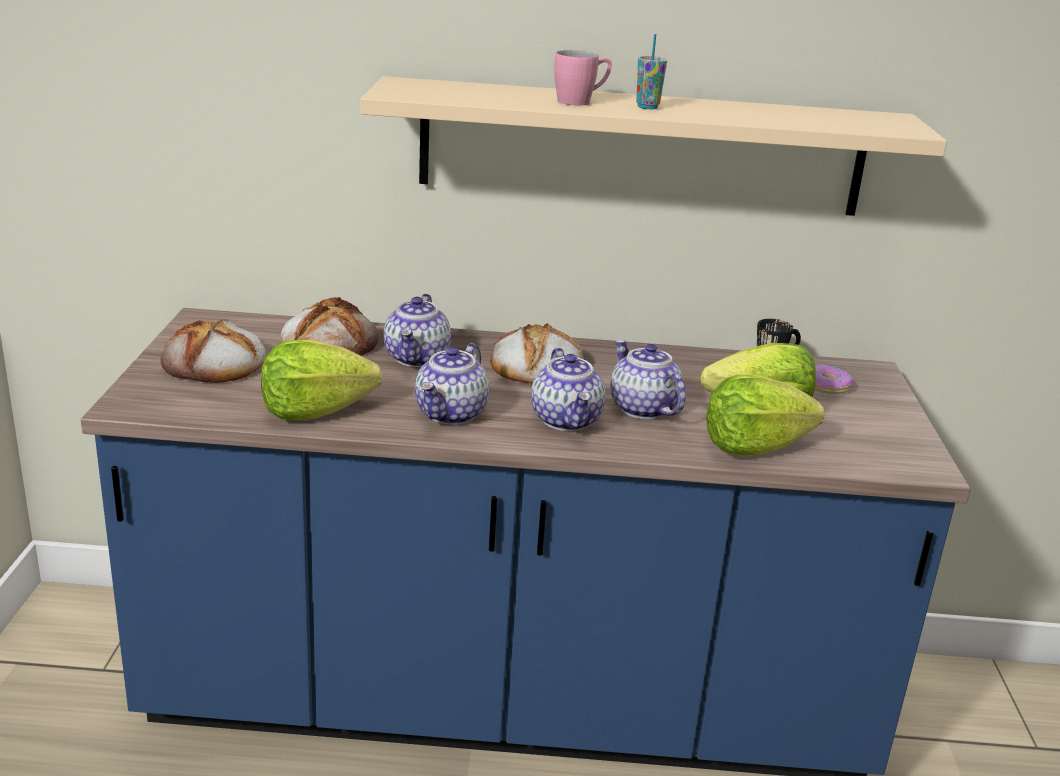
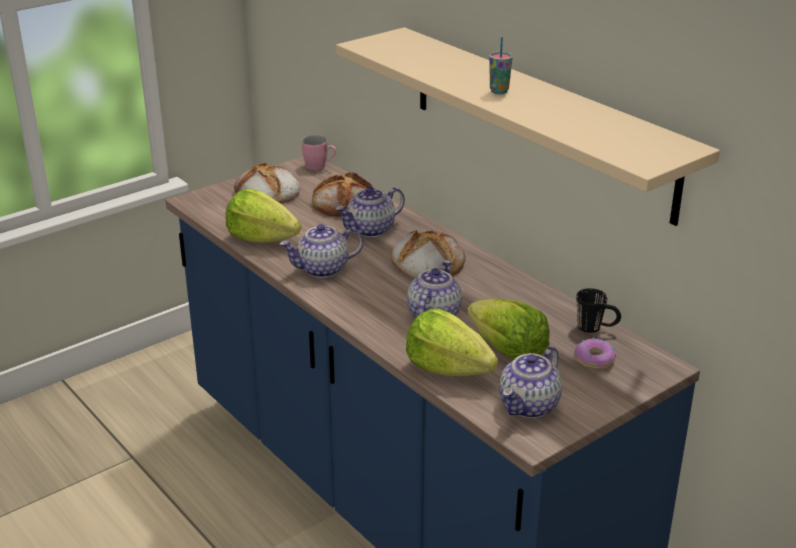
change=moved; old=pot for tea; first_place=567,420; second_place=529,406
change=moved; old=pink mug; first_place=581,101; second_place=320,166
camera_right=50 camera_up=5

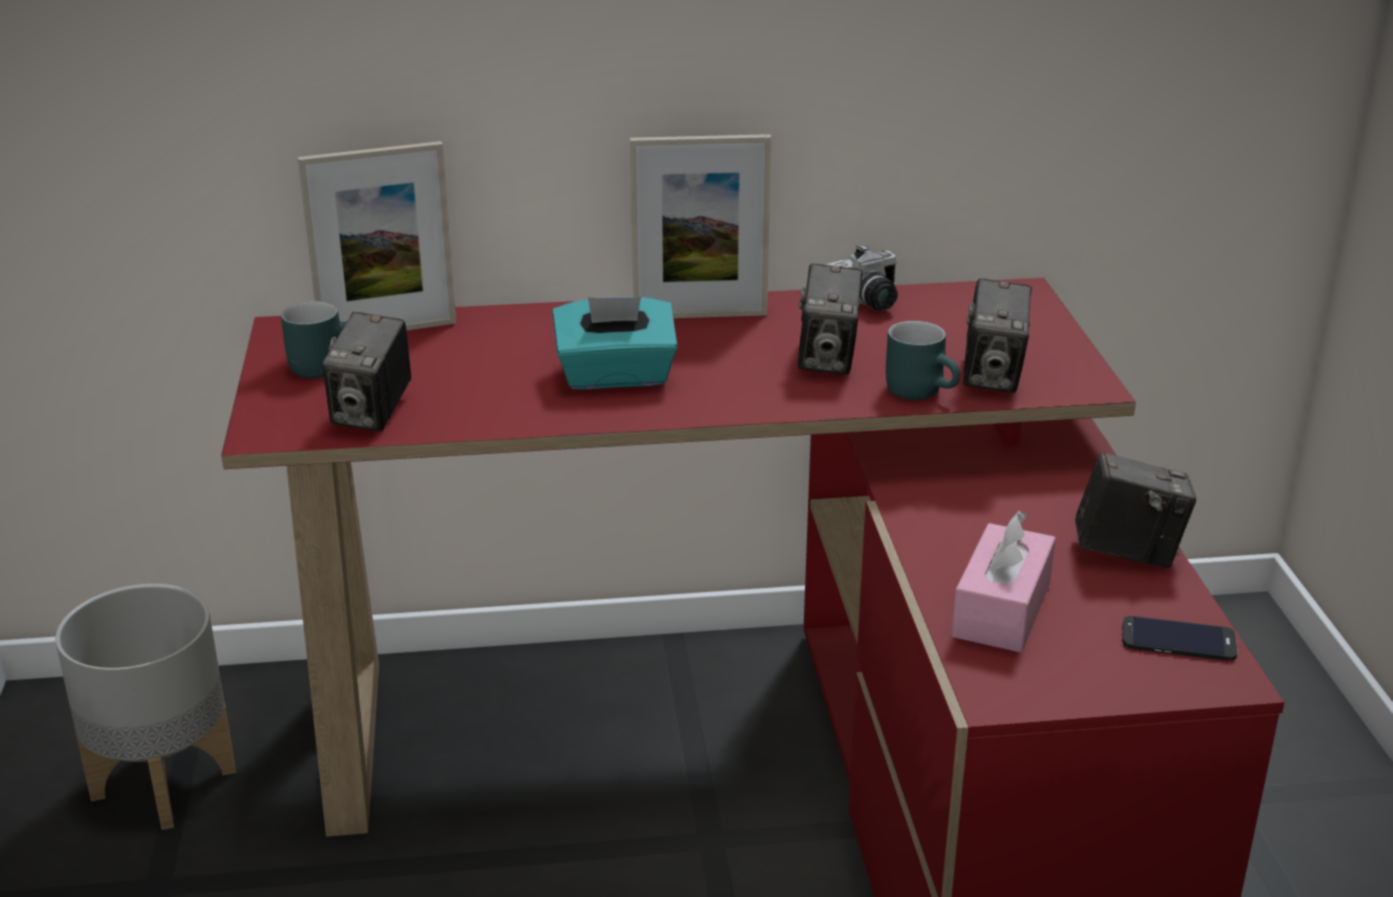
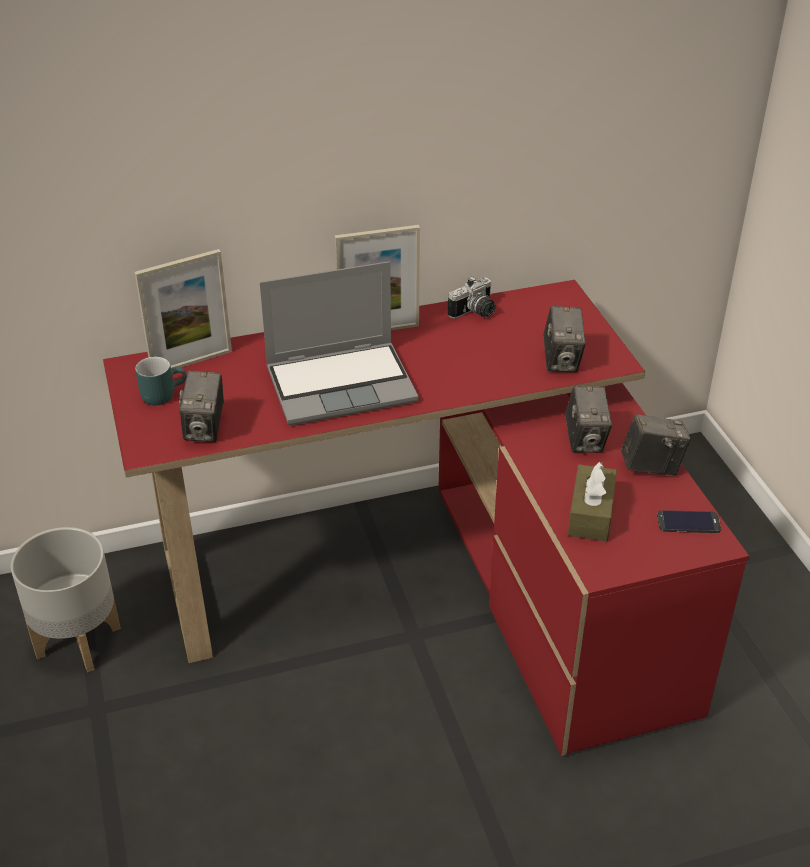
change=removed; old=turquoise mug; first_place=923,391
change=moved; old=still camera; first_place=828,359; second_place=585,440
change=replaced; old=turquoise tissue box; new=notebook computer; first_place=616,376; second_place=342,384
change=recoloured; old=pink tissue box; new=brownish tissue box; first_place=1001,610; second_place=591,514
camera_right=-10 camera_up=10

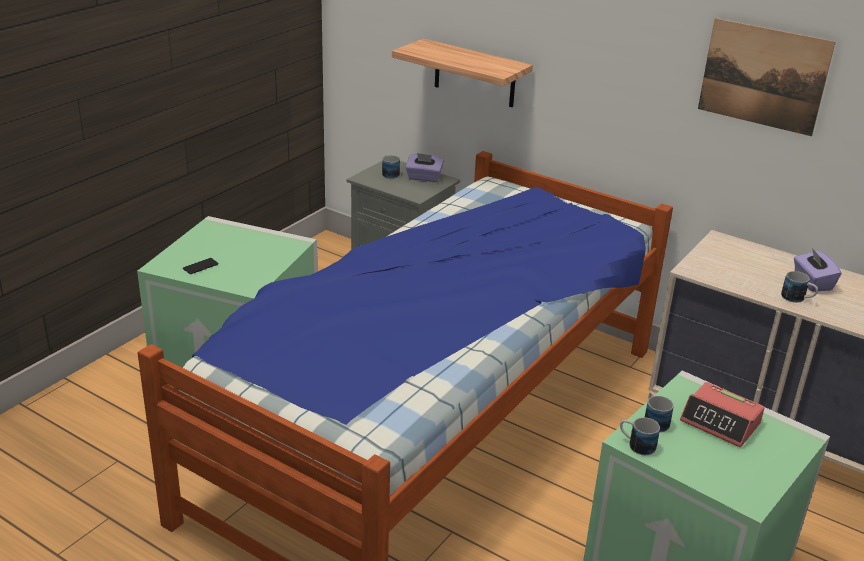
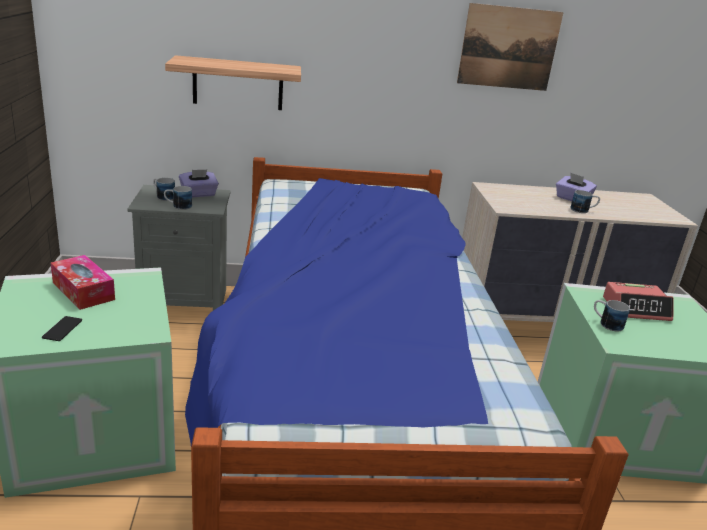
change=added; new=tissue box; second_place=83,291
change=moved; old=mug; first_place=636,445; second_place=178,206
camera_right=-40 camera_up=-5

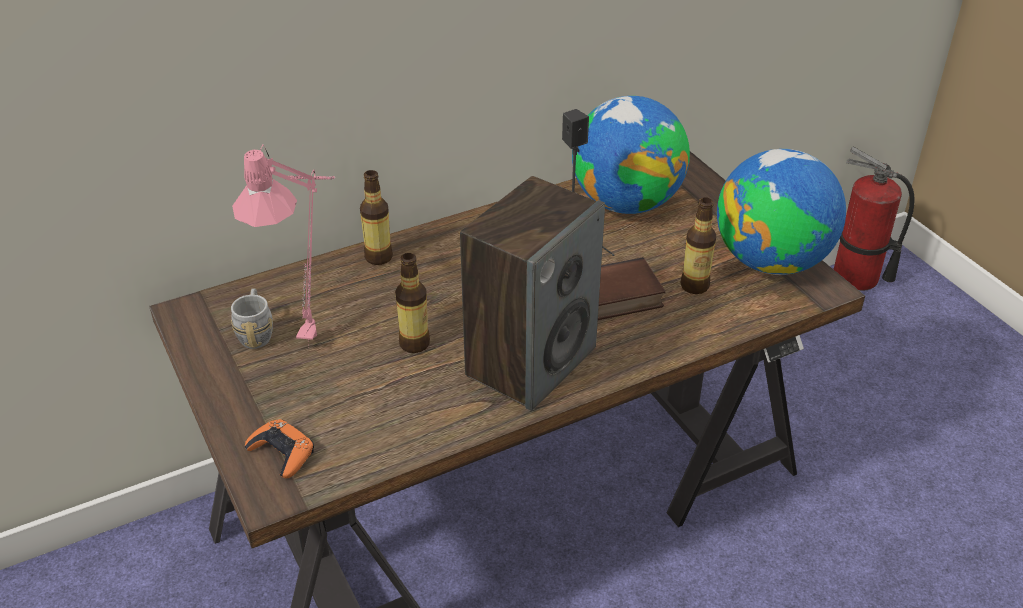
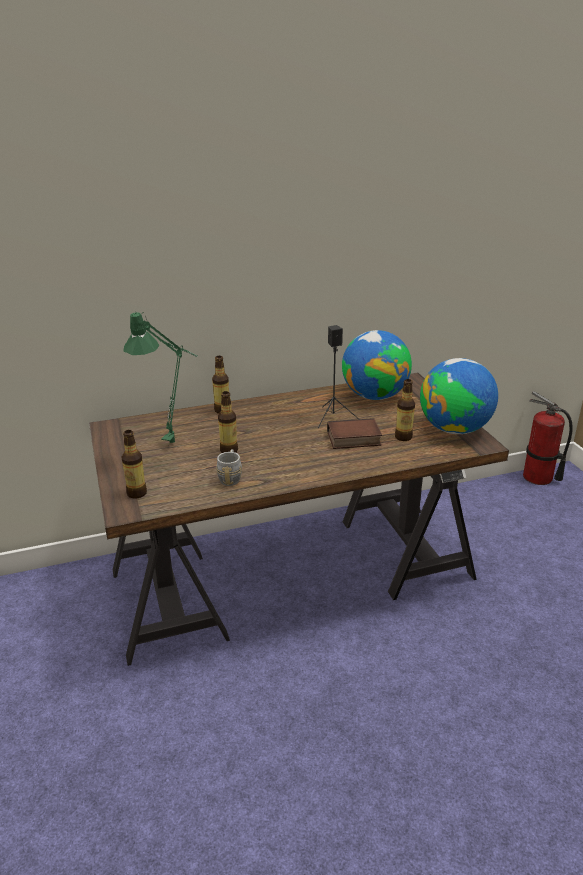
change=removed; old=audio speaker; first_place=531,361
change=moved; old=gray mug; first_place=256,332; second_place=231,477
change=replaced; old=orangey gamepad; new=bottle; first_place=282,453; second_place=137,493
change=recoloured; old=pink tabletop lamp; new=green-coloured tabletop lamp; first_place=316,329; second_place=176,440
camera_right=10 camera_up=-10

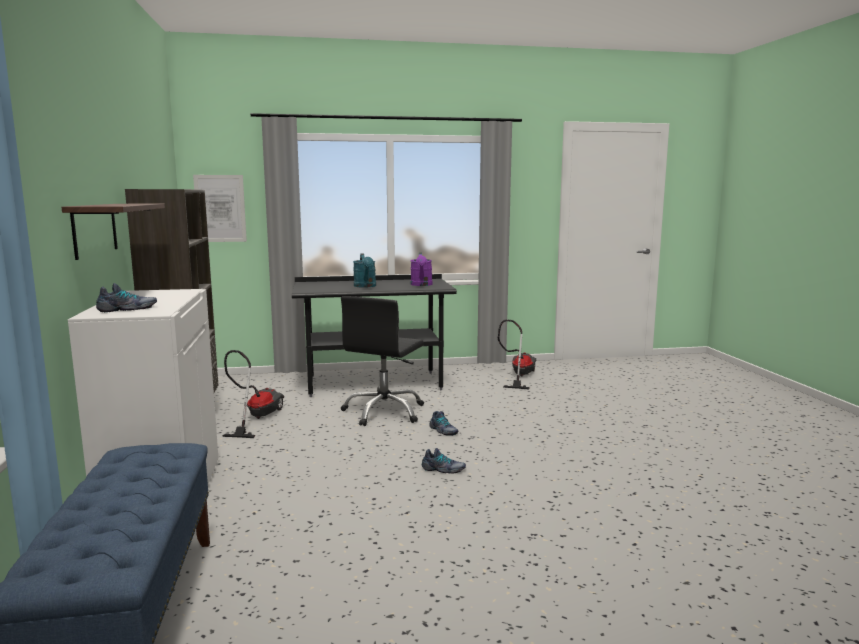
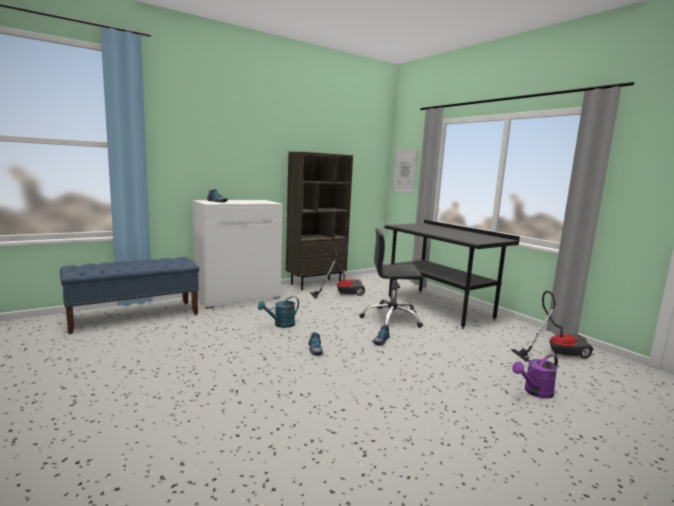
change=removed; old=wall shelf; first_place=94,229
change=moved; old=turquoise watering can; first_place=365,286; second_place=281,325
change=moved; old=purple watering can; first_place=421,285; second_place=535,392
camera_right=65 camera_up=0

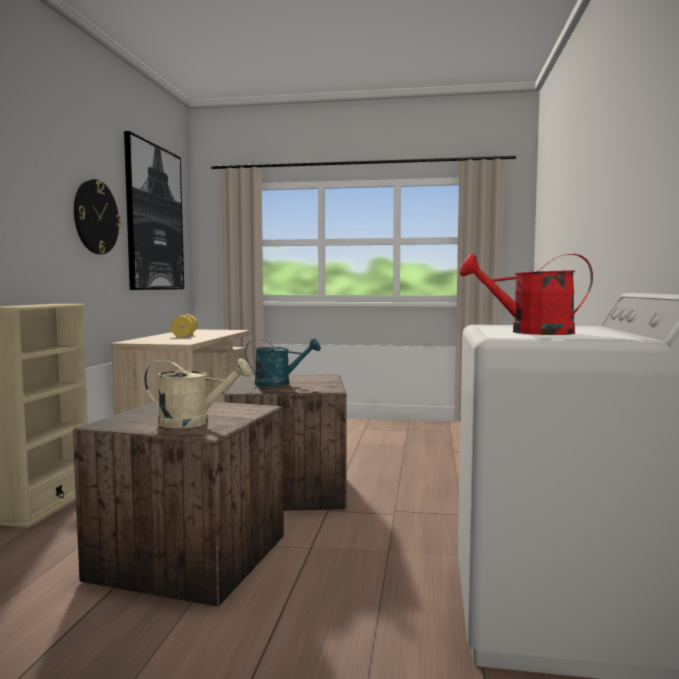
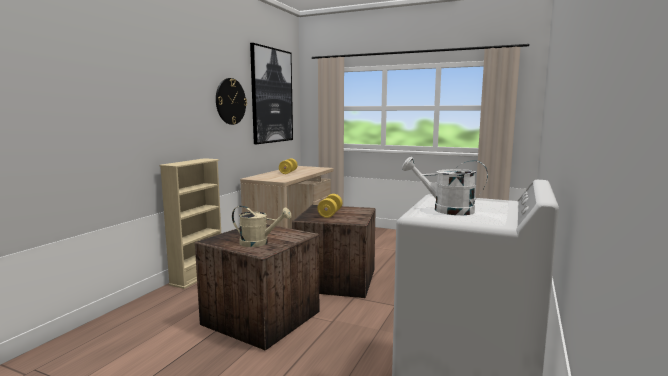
change=replaced; old=turquoise watering can; new=yellow-coloured hand weight; first_place=279,383; second_place=330,214
change=recoloured; old=reddish watering can; new=whitish watering can; first_place=530,332; second_place=445,210
camera_right=15 camera_up=5

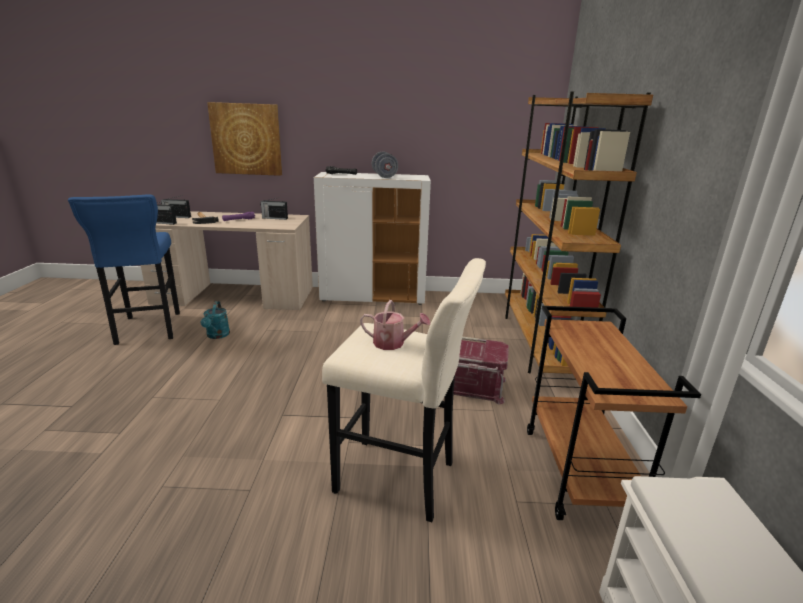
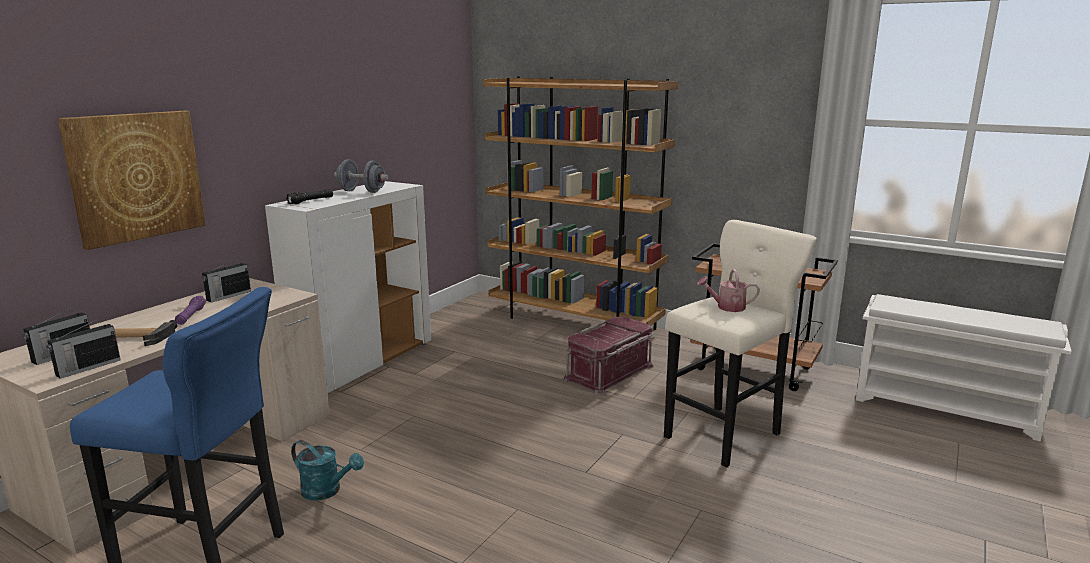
change=turned; old=watering can; first_place=393,343; second_place=727,307; degrees=-135
camera_right=-60 camera_up=-5

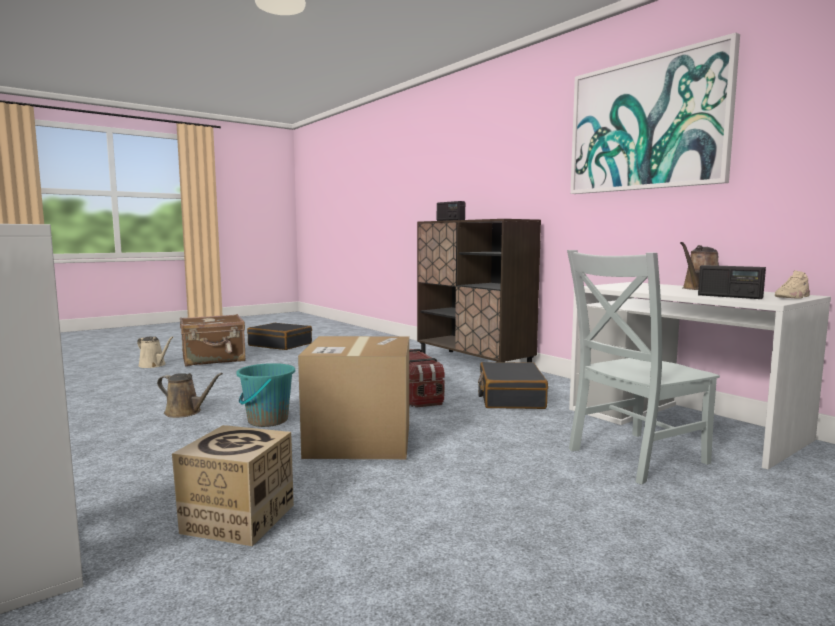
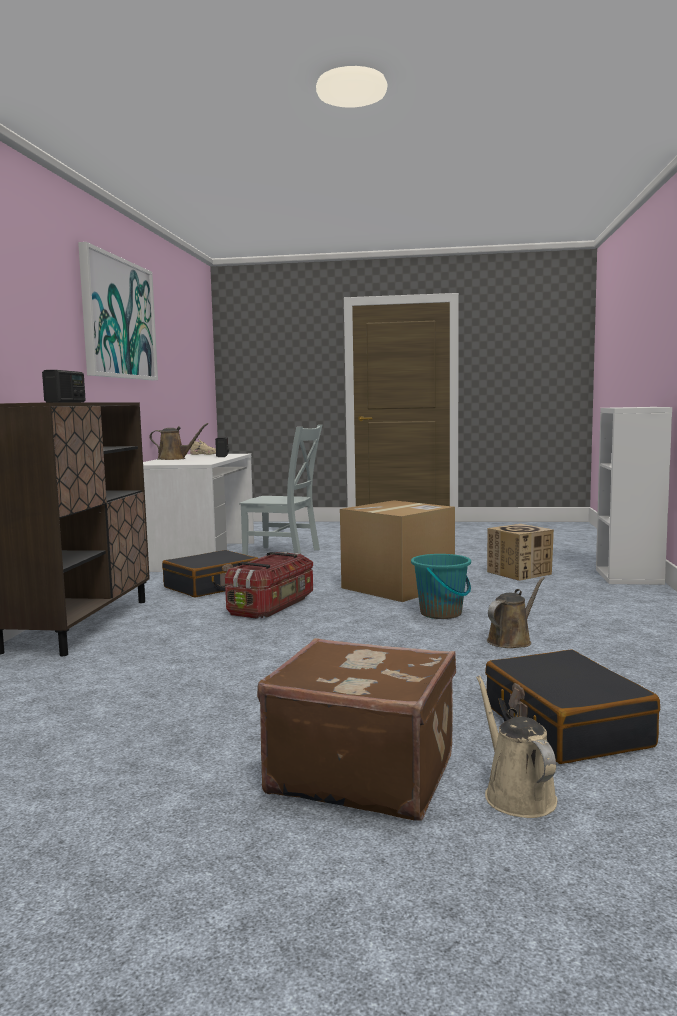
change=moved; old=black-coloured suitcase; first_place=280,344; second_place=565,726
change=turned; old=brownish watering can; first_place=186,412; second_place=511,640; degrees=75
camera_right=-135 camera_up=0

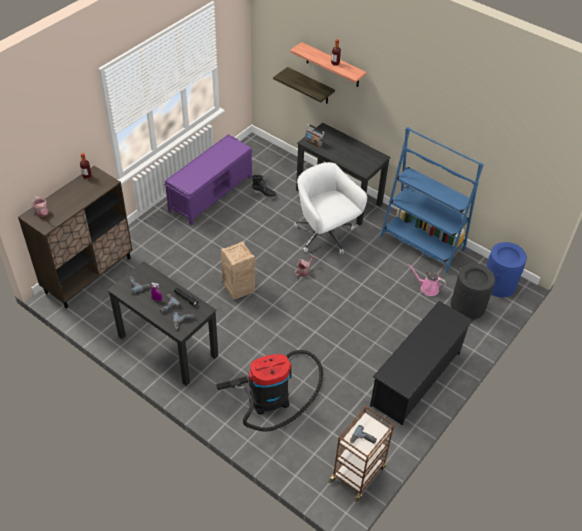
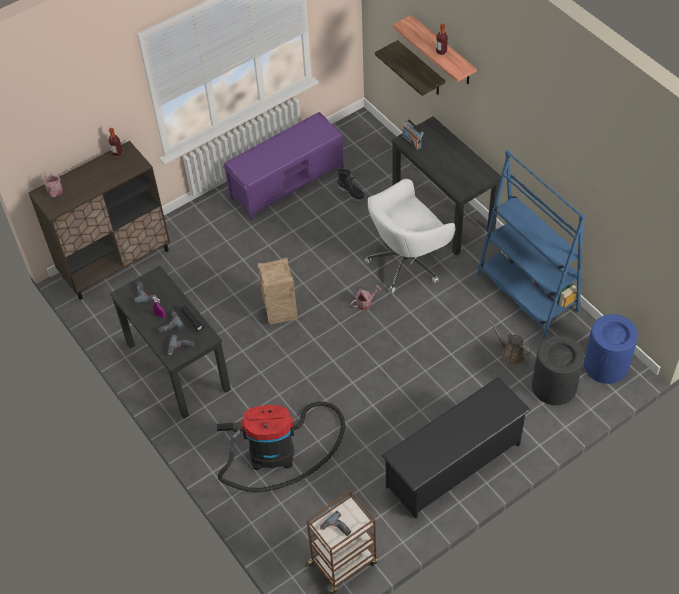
change=recoloured; old=pink watering can; new=brownish watering can; first_place=427,288; second_place=511,353
change=turned; old=whitish office chair; first_place=325,236; second_place=407,261; degrees=-105
camera_right=20 camera_up=5

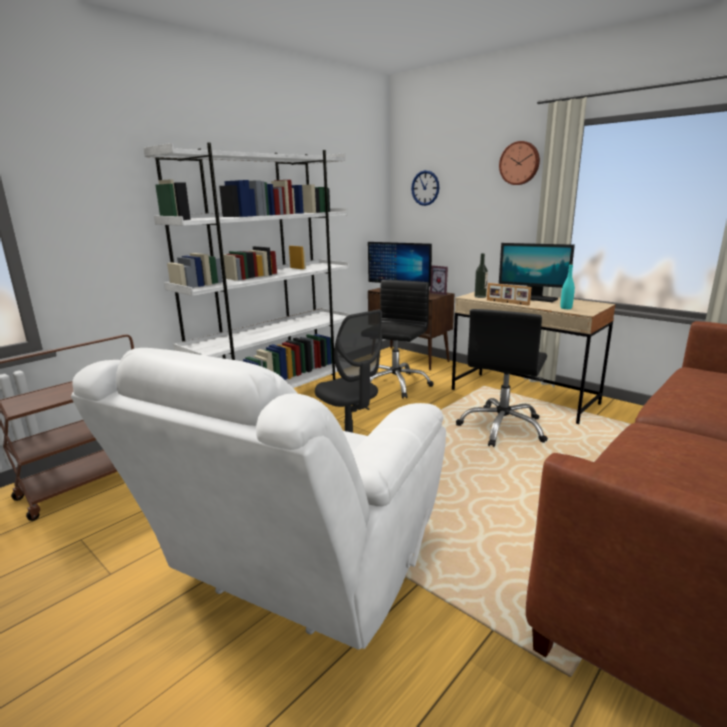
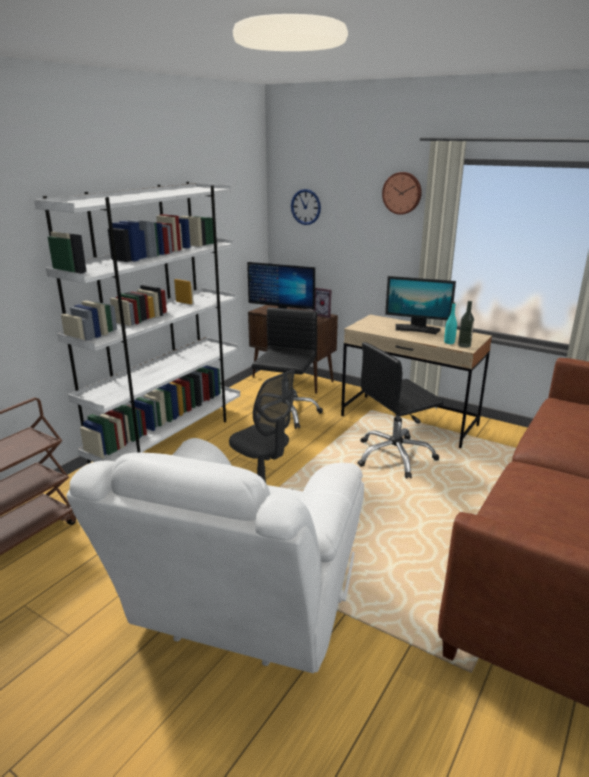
change=removed; old=picture frame; first_place=507,302
change=moved; old=bottle; first_place=480,296; second_place=464,345
change=turned; old=black-coloured office chair; first_place=502,428; second_place=394,456; degrees=45
camera_right=-10 camera_up=5

